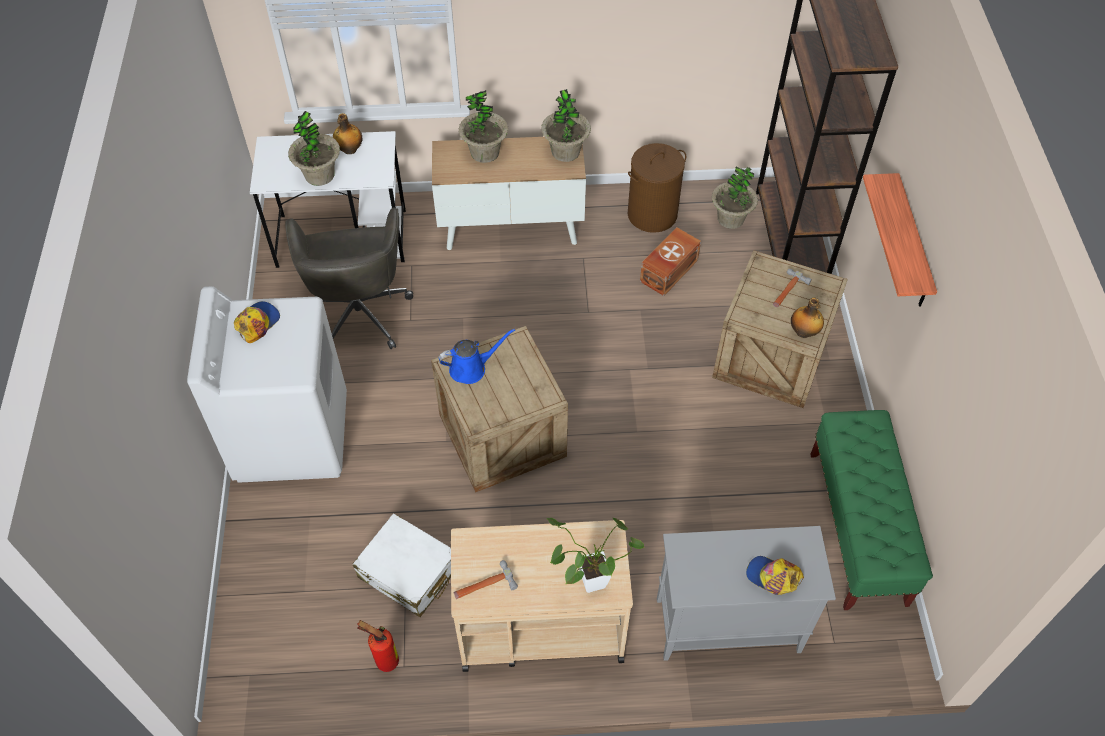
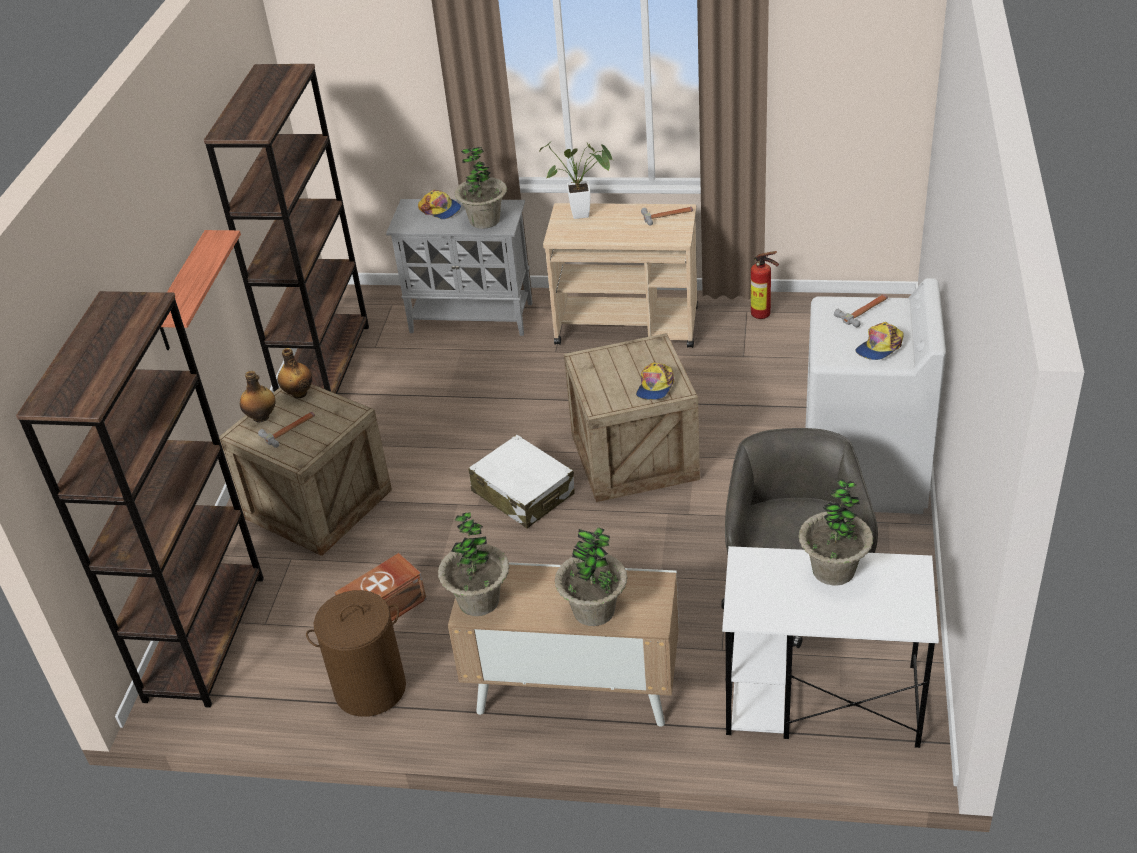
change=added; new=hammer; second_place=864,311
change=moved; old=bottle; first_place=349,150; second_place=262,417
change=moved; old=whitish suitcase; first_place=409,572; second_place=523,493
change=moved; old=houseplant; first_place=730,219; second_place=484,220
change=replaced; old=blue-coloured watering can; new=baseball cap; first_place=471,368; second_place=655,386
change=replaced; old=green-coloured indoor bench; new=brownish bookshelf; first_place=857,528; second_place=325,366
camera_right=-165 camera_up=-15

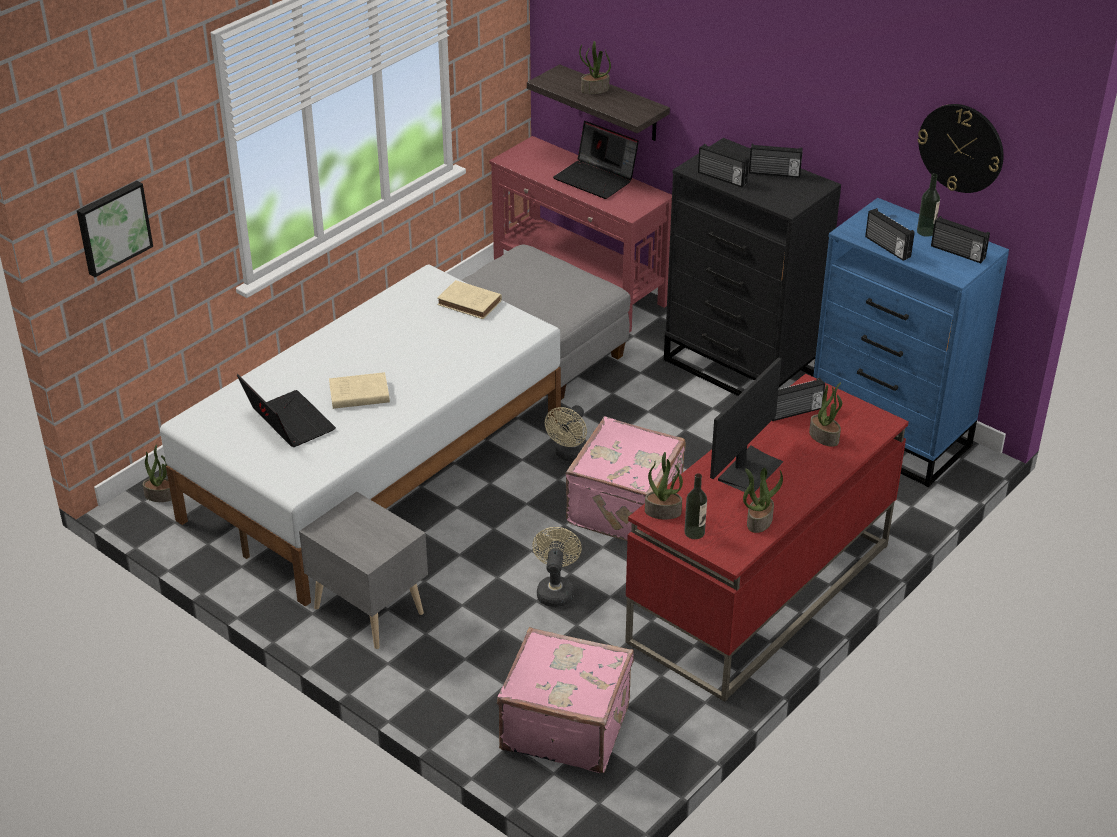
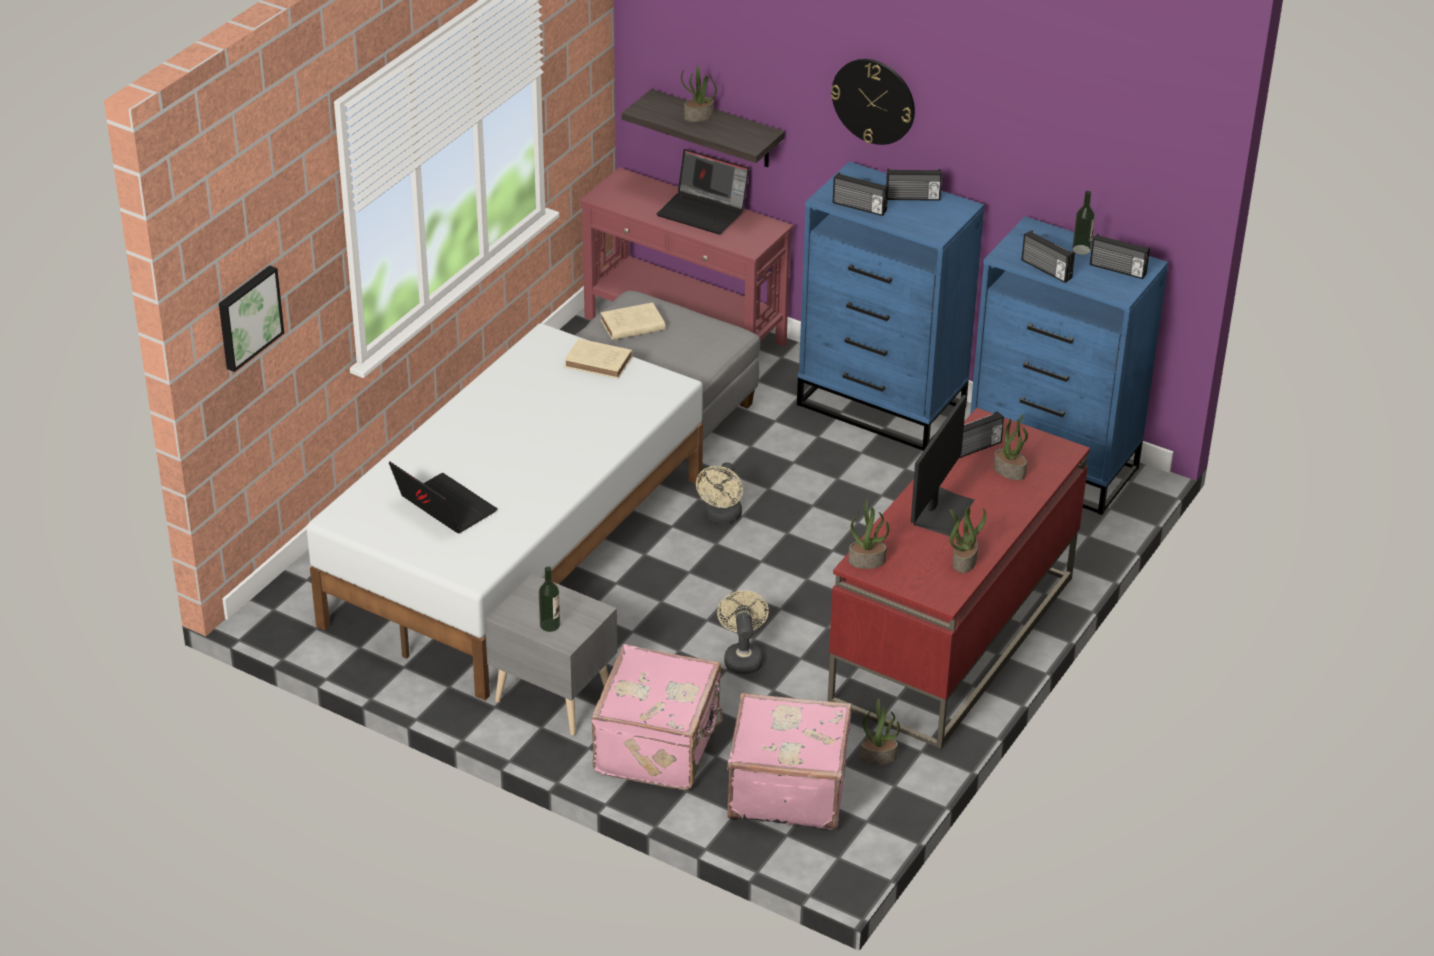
change=moved; old=houseplant; first_place=160,495; second_place=878,756
change=moved; old=sand-coloured volume; first_place=357,394; second_place=631,325
change=moved; old=pink suitcase; first_place=627,507; second_place=659,746
change=moved; old=bottle; first_place=694,532; second_place=550,625
change=moved; old=wall clock; first_place=961,148; second_place=873,101
change=recoloured; old=black-coloured dresser; new=blue-coloured dresser; first_place=741,369; second_place=882,407
camera_right=-10 camera_up=0

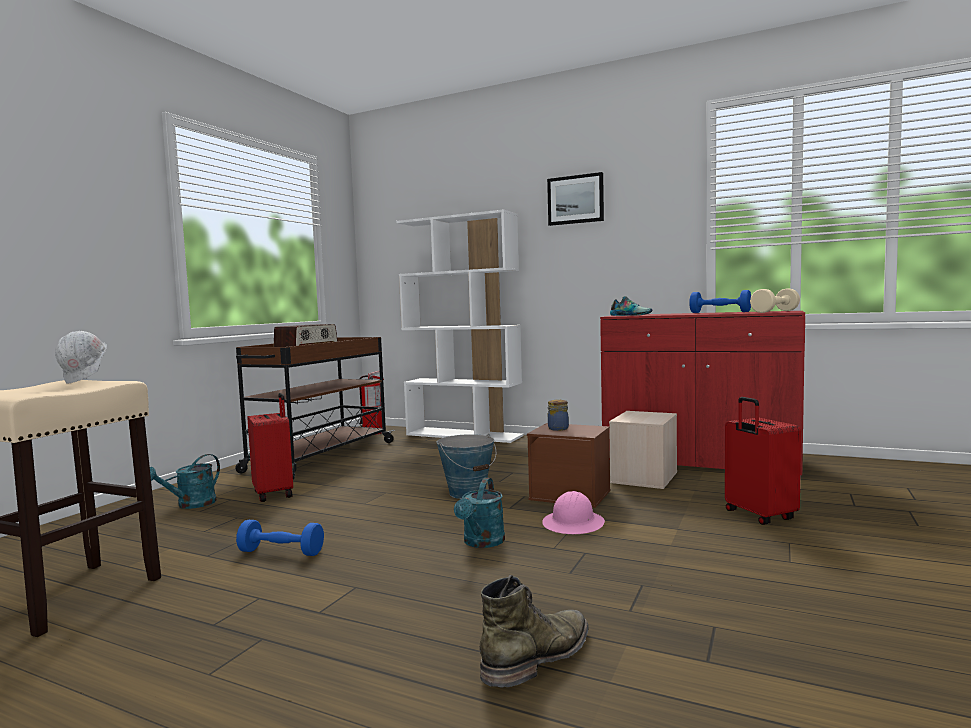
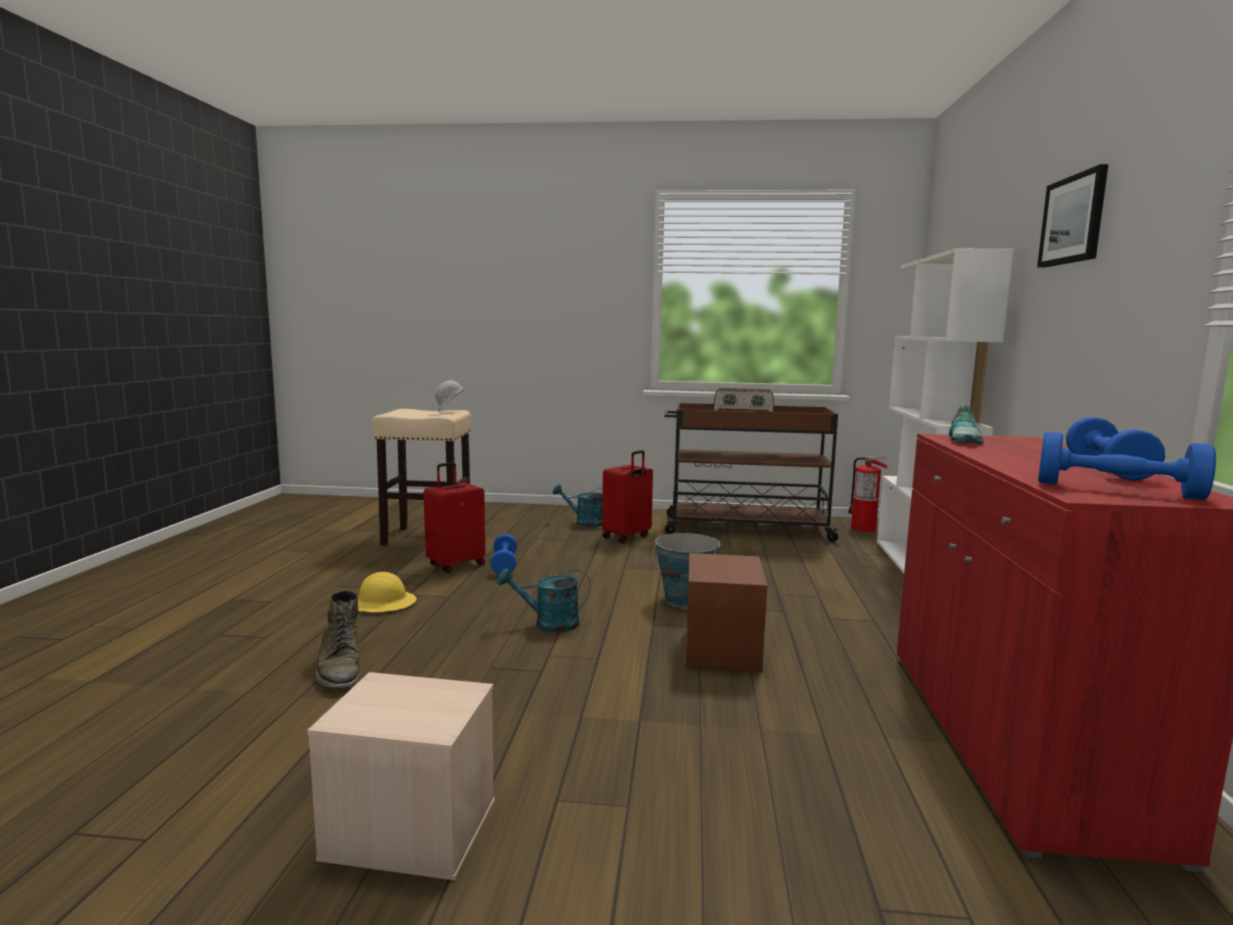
change=removed; old=pink safety helmet; first_place=573,524
change=removed; old=storage jar; first_place=557,428
change=added; new=yellow-coloured safety helmet; second_place=382,603
change=moved; old=sand-coloured storage bin; first_place=645,477; second_place=408,830
change=moved; old=reddish suitcase; first_place=758,516; second_place=455,565
change=recoloured; old=sand-coloured hand weight; new=blue-coloured hand weight; first_place=775,311; second_place=1117,491
change=turned; old=green-coloured boot; first_place=539,657; second_place=340,668; degrees=45
camera_right=70 camera_up=5

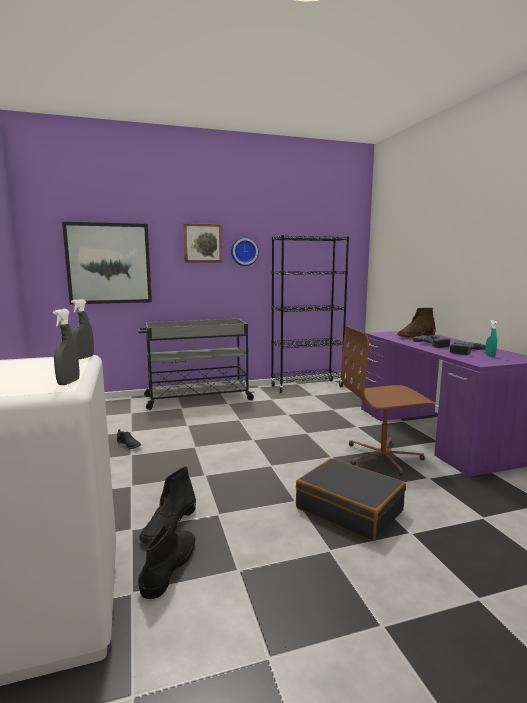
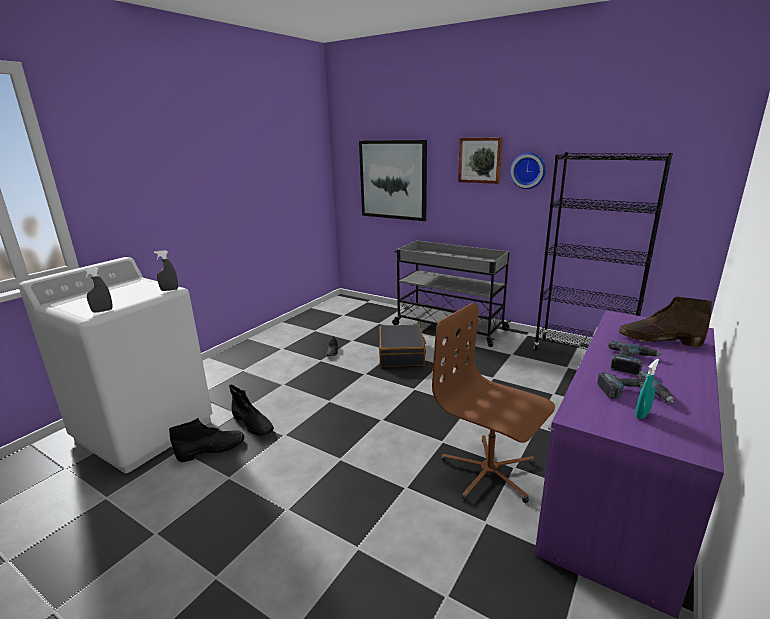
change=moved; old=black-coloured suitcase; first_place=349,509; second_place=401,354
change=turned; old=black-coloured boot; first_place=169,525; second_place=253,424; degrees=-120
camera_right=50 camera_up=10

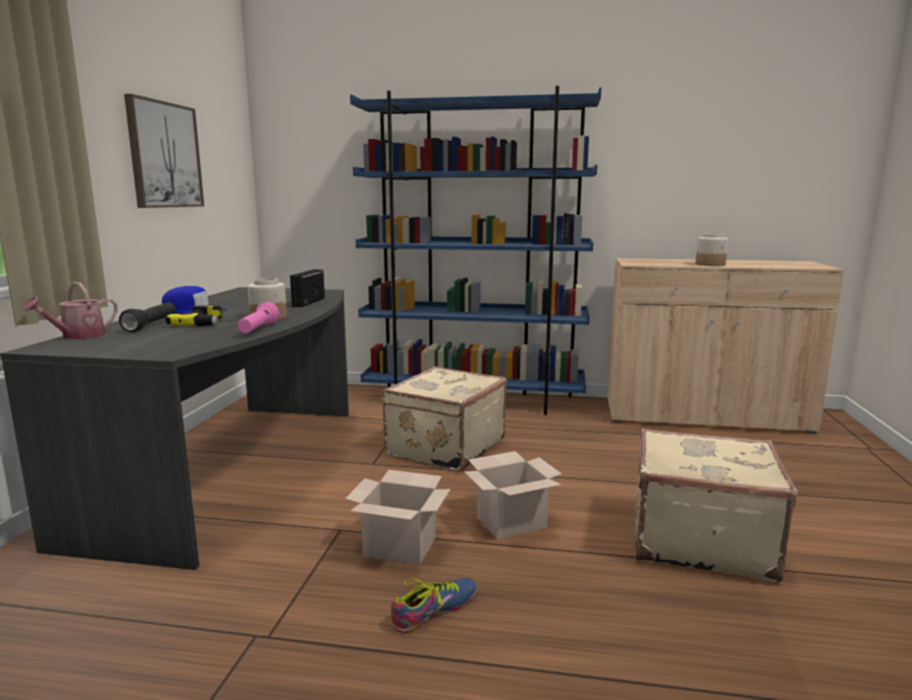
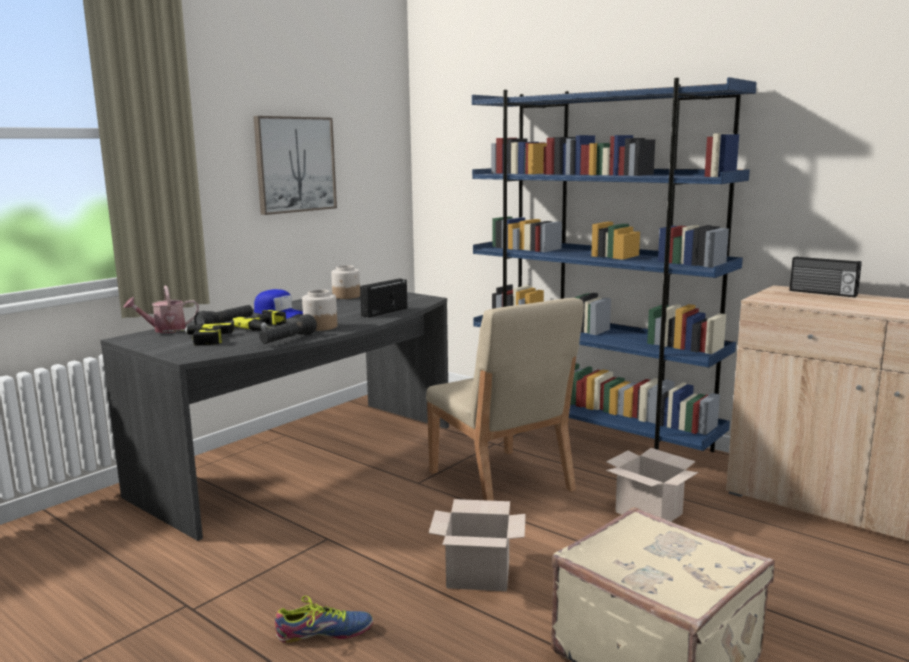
change=added; new=drill; second_place=195,340
change=added; new=radio receiver; second_place=822,293
change=moved; old=packing box; first_place=401,546; second_place=650,513
change=moved; old=storage jar; first_place=710,264; second_place=346,296
change=replaced; old=sand-coloured suitcase; new=sand-coloured upright chair; first_place=443,447; second_place=500,481
change=recoloured; old=pink flashlight; new=black-coloured flashlight; first_place=258,330; second_place=288,340
camera_right=30 camera_up=0

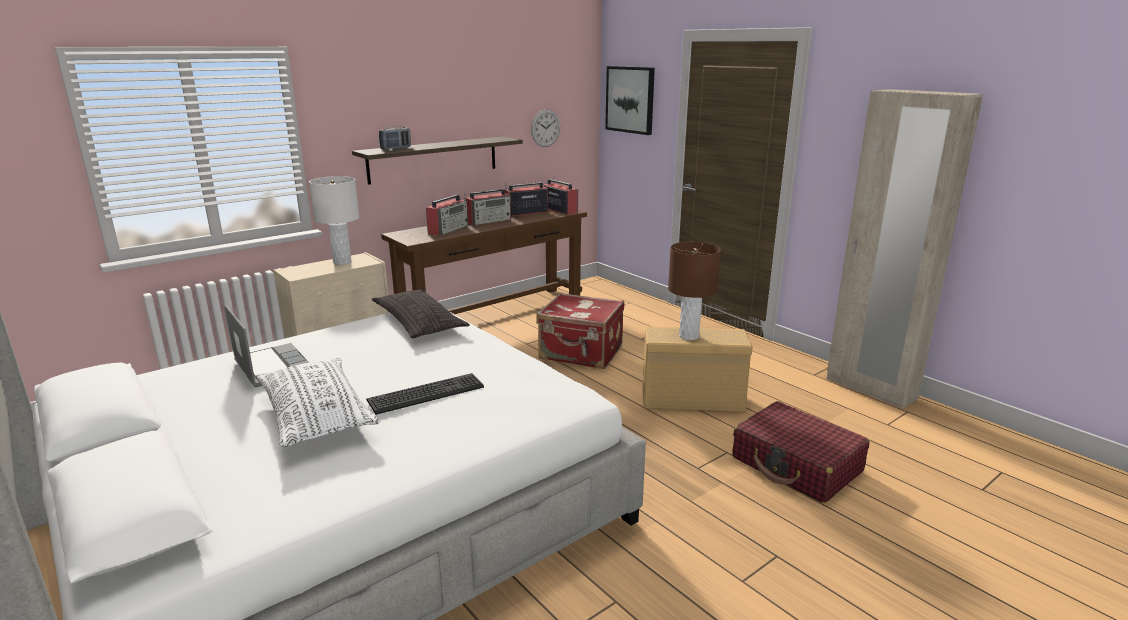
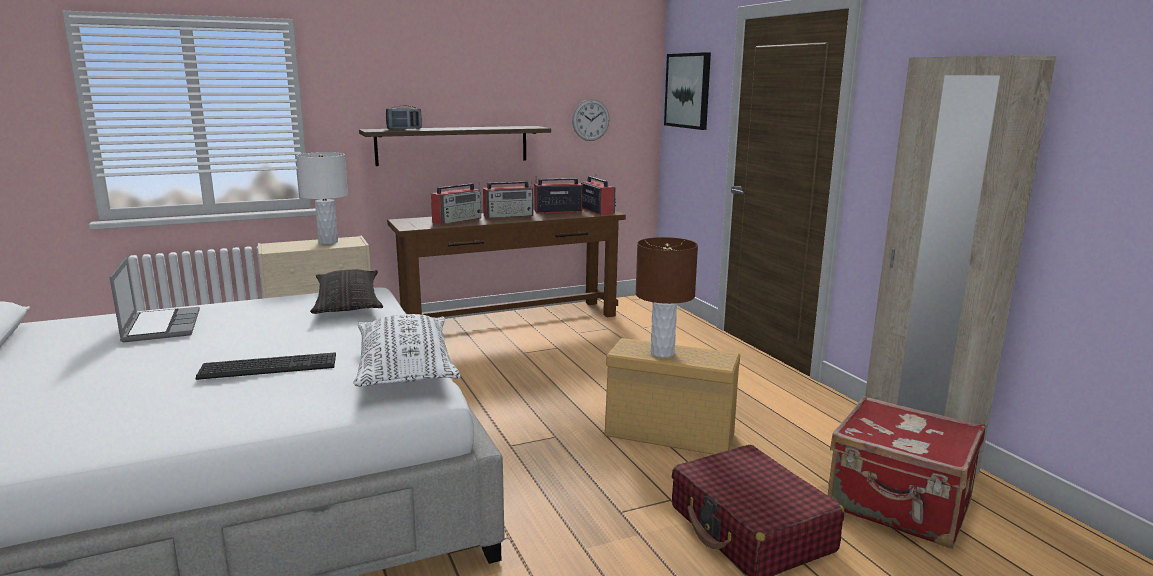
change=moved; old=whitish pillow; first_place=316,415; second_place=405,368
change=moved; old=reddish suitcase; first_place=581,353; second_place=899,507
camera_right=15 camera_up=-5

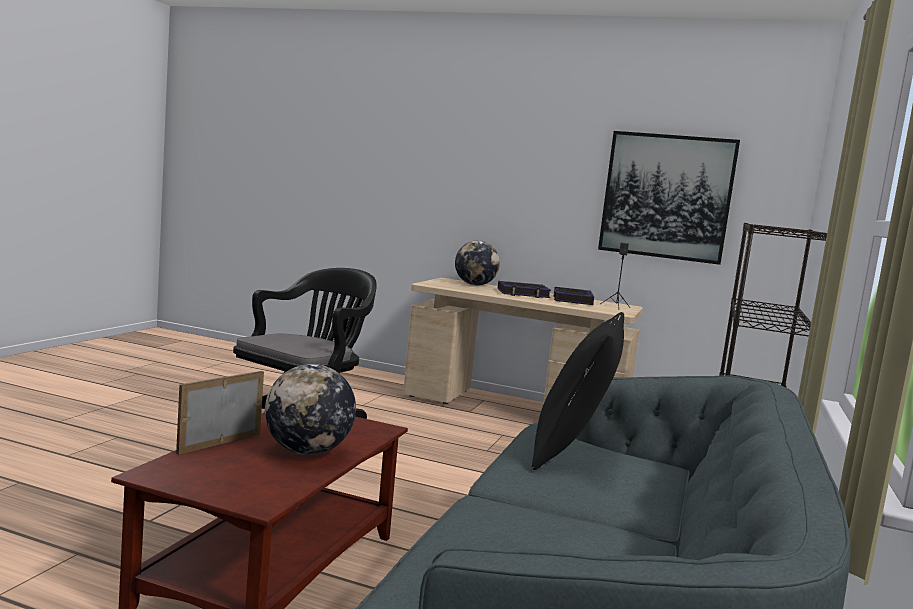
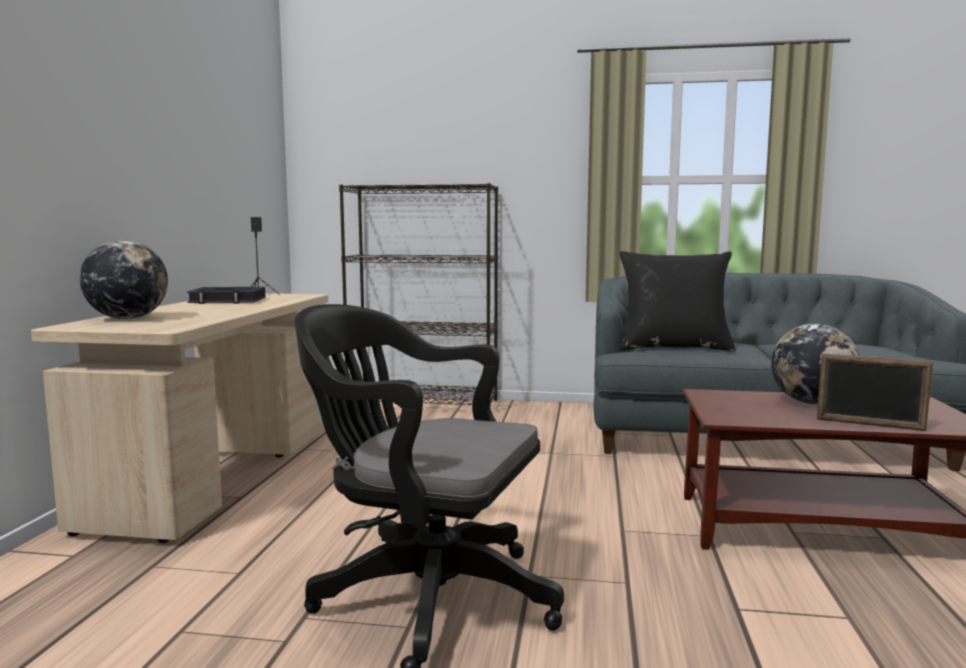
change=removed; old=volume; first_place=523,294
change=removed; old=wall picture; first_place=666,197
camera_right=-100 camera_up=0

